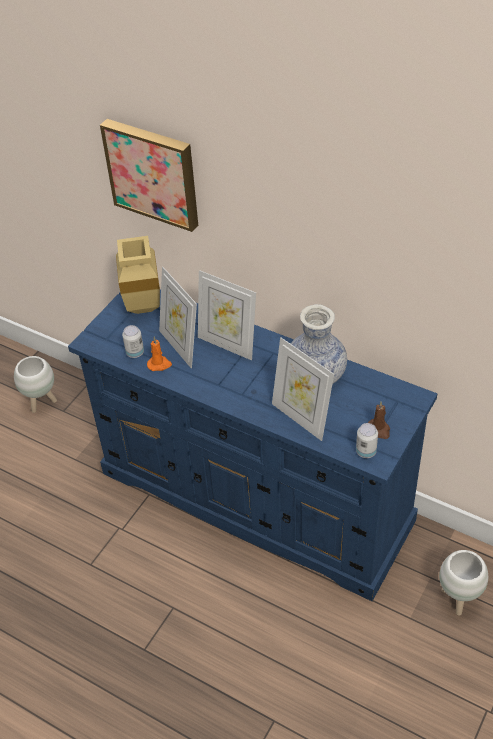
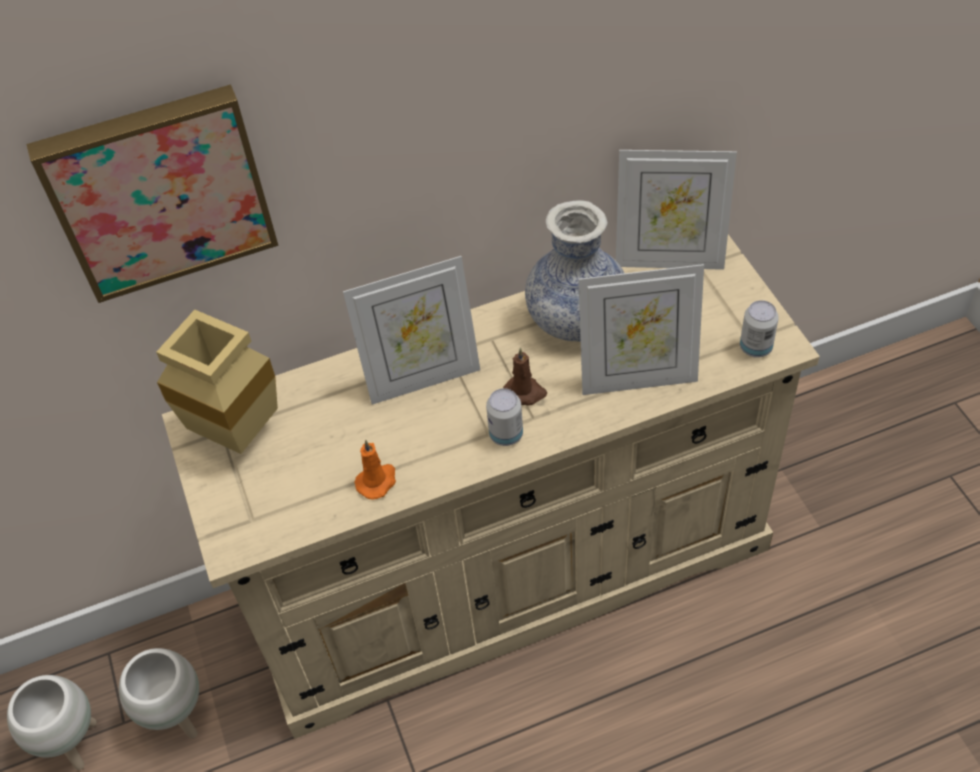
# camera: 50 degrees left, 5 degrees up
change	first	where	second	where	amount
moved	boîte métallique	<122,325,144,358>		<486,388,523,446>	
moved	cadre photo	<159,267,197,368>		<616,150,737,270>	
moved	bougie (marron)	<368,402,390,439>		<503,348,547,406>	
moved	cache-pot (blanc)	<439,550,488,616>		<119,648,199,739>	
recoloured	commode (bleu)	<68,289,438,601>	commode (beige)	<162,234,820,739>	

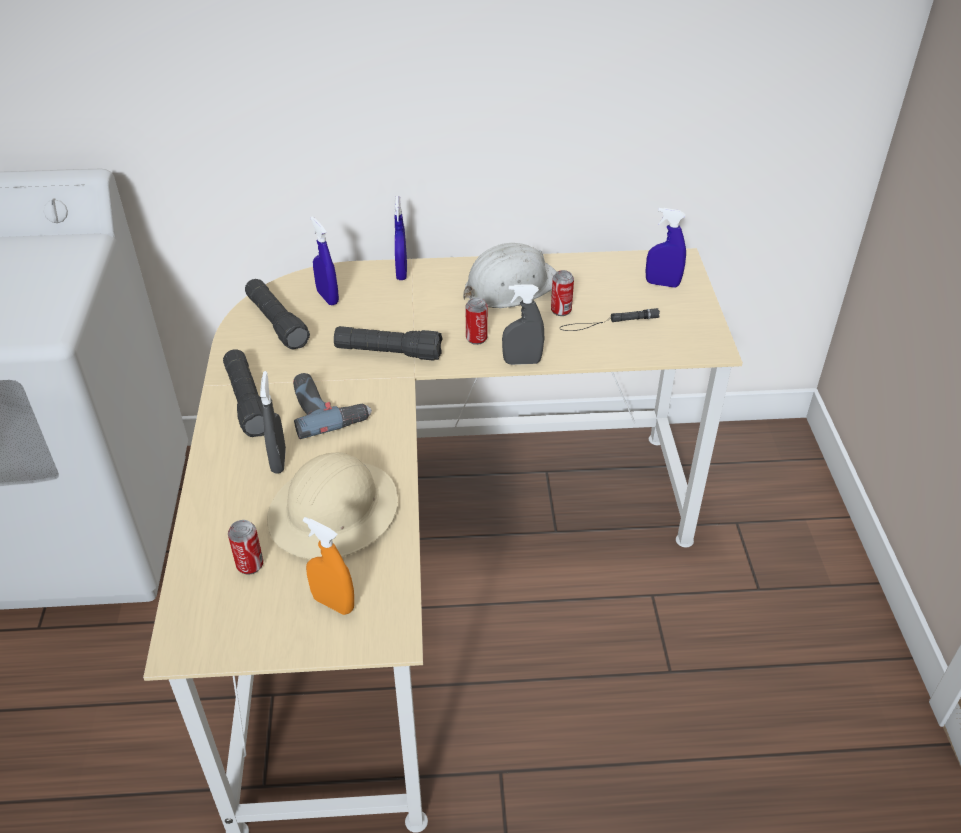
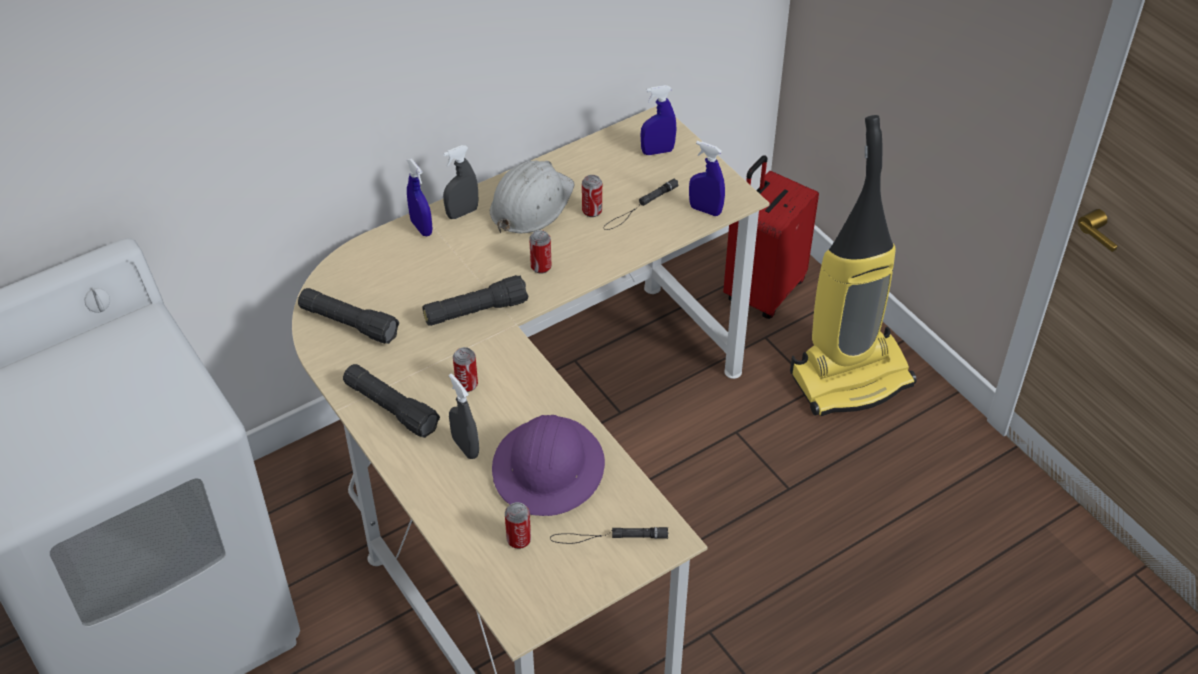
# camera: 30 degrees left, 5 degrees up
change	first	where	second	where	amount
added			valise (rouge)	<723,155,819,319>	
added			aspirateur	<790,115,917,416>	
moved	vaporisateur (bleu)	<311,216,339,305>		<689,141,725,216>	
moved	vaporisateur (gris)	<502,284,544,365>		<443,145,478,219>	
replaced	perceuse	<293,373,372,439>	boîte métallique	<453,347,478,392>	
replaced	vaporisateur (orange)	<303,517,354,615>	lampe de poche (noir)	<550,527,668,544>	
recoloured	casque de chantier (beige)	<267,452,398,559>	casque de chantier (violet)	<492,415,605,516>	

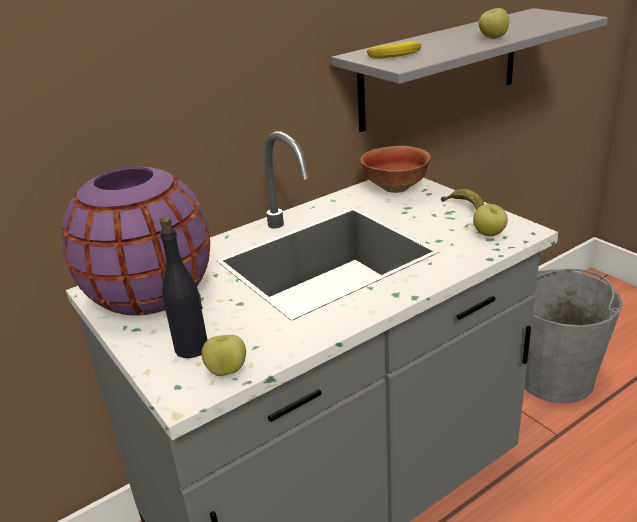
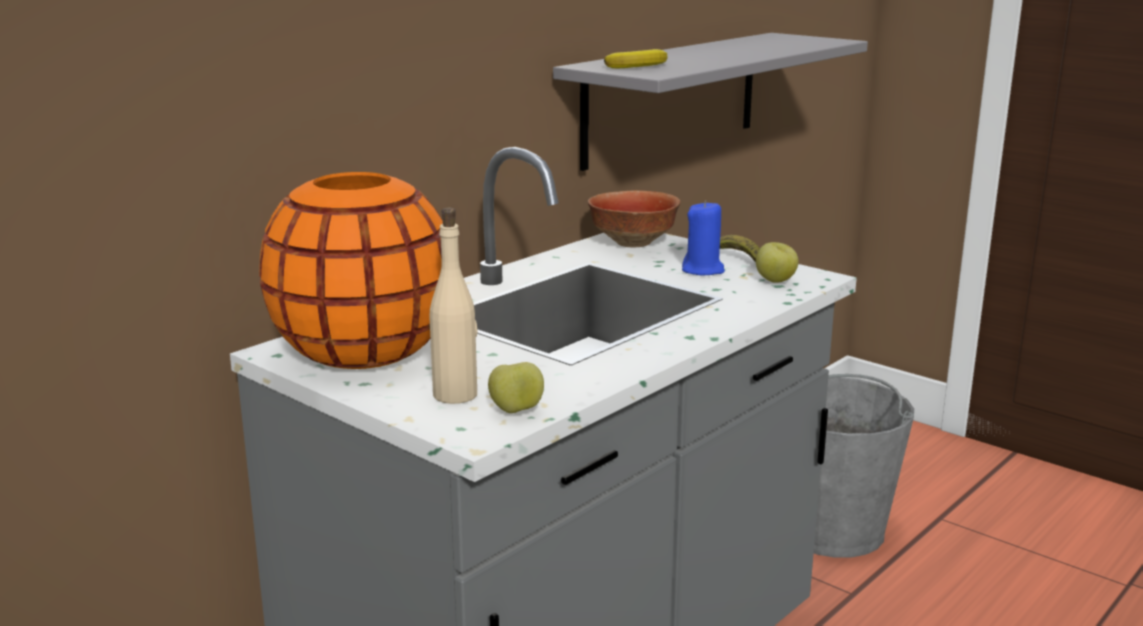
# camera: 15 degrees left, 10 degrees down
change	first	where	second	where	amount
removed	pomme	<479,8,509,39>			
added			bougie (bleu)	<682,200,725,275>	
recoloured	vase (violet)	<62,166,210,316>	vase (orange)	<259,172,443,369>	
recoloured	bouteille (noir)	<160,216,207,358>	bouteille (beige)	<429,208,477,404>	

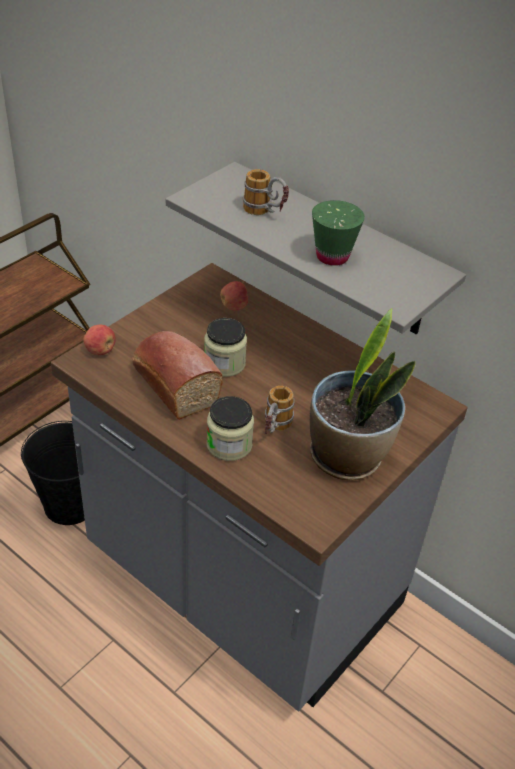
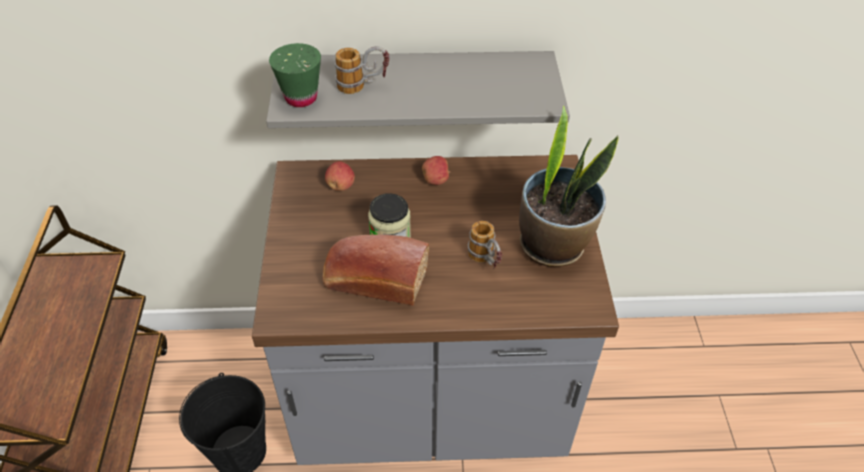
# camera: 40 degrees left, 5 degrees up
change	first	where	second	where	amount
removed	bocal	<207,396,254,461>			
moved	pomme	<83,325,116,355>		<422,156,450,185>	
moved	tasse (vert)	<312,200,365,266>		<269,43,321,107>	

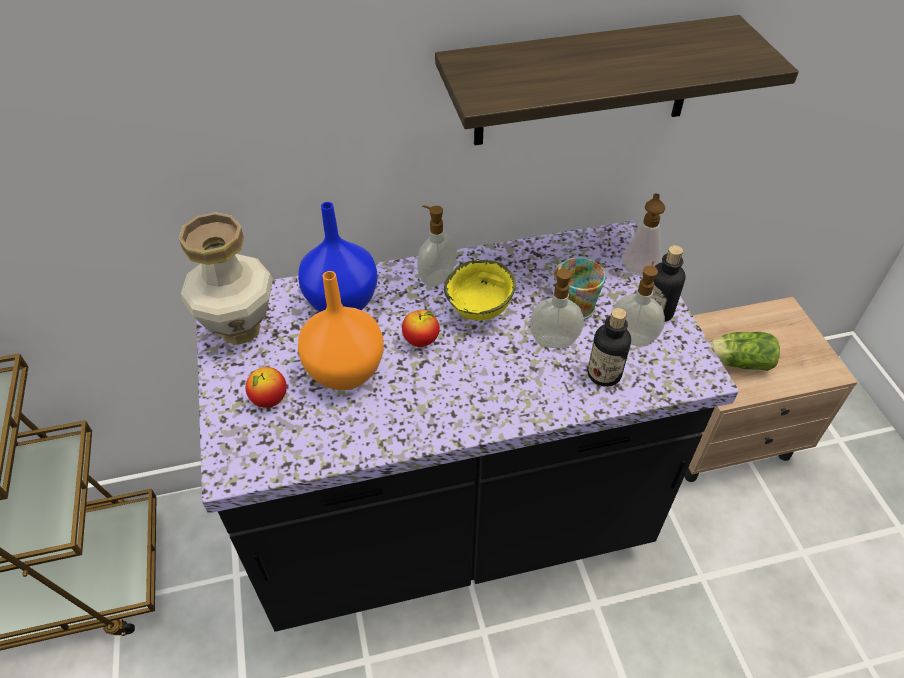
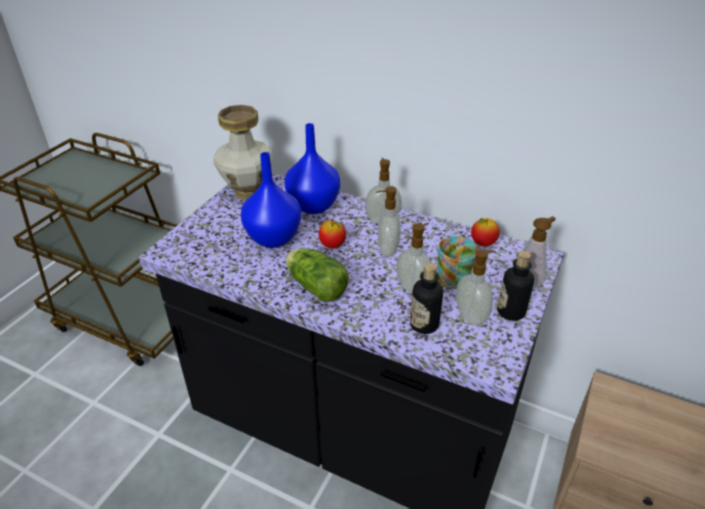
# camera: 40 degrees right, 10 degrees down
change	first	where	second	where	amount
removed	étagère	<435,15,799,145>			
moved	pomme	<246,367,287,408>		<471,218,500,247>	
moved	laitue	<709,332,780,371>		<286,249,349,302>	
replaced	bol (jaune)	<444,260,516,321>	distributeur de savon	<376,186,401,257>	
recoloured	vase (orange)	<298,271,384,390>	vase (bleu)	<241,152,301,248>	

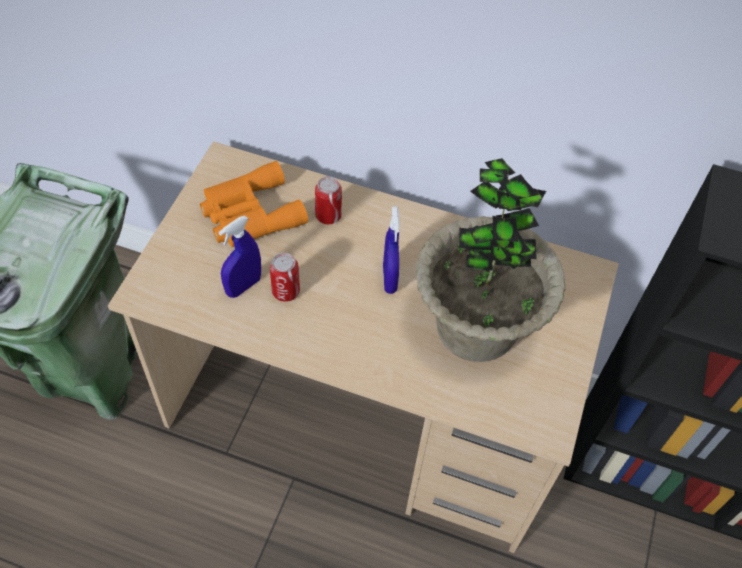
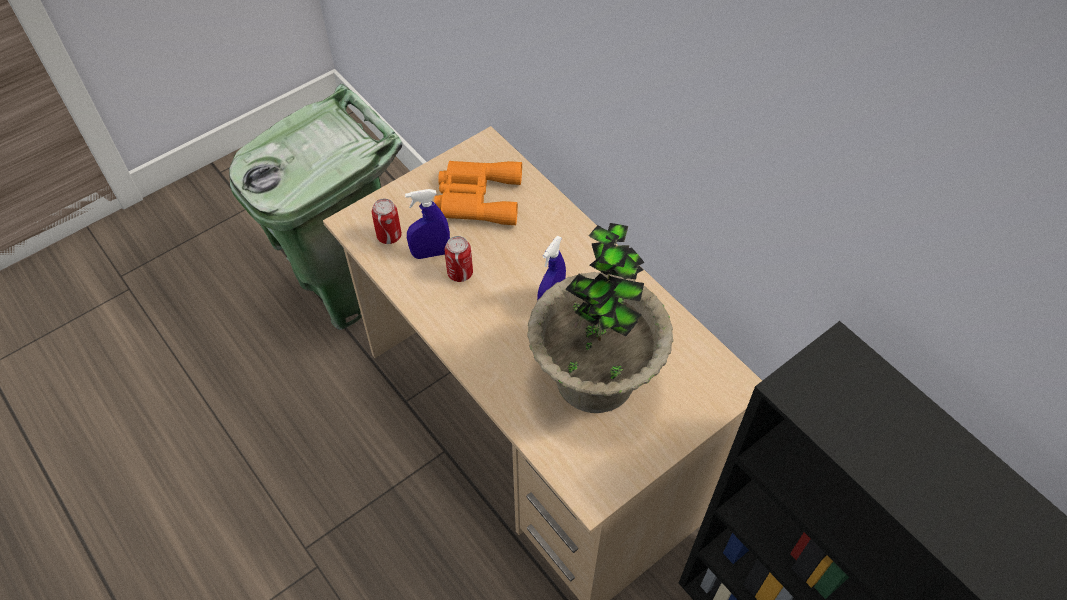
# camera: 35 degrees right, 0 degrees up
change	first	where	second	where	amount
moved	boîte métallique	<315,176,342,224>		<372,198,402,244>	

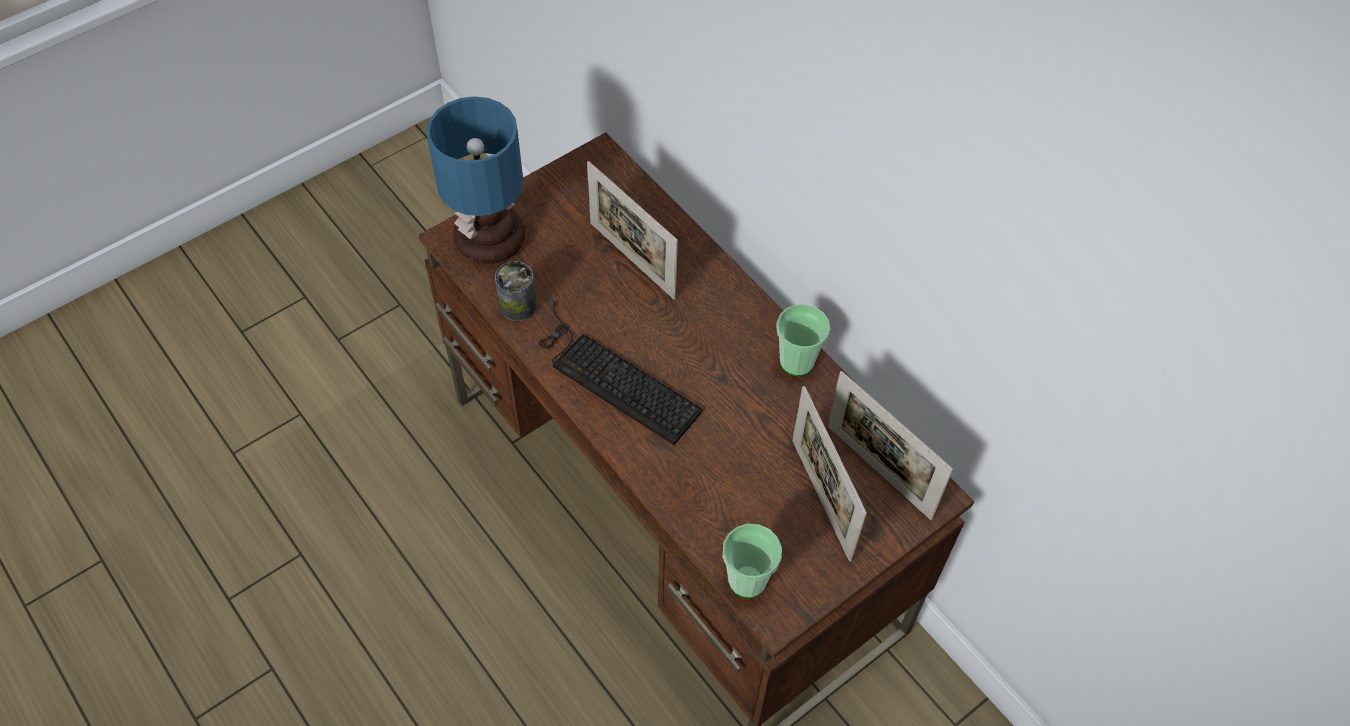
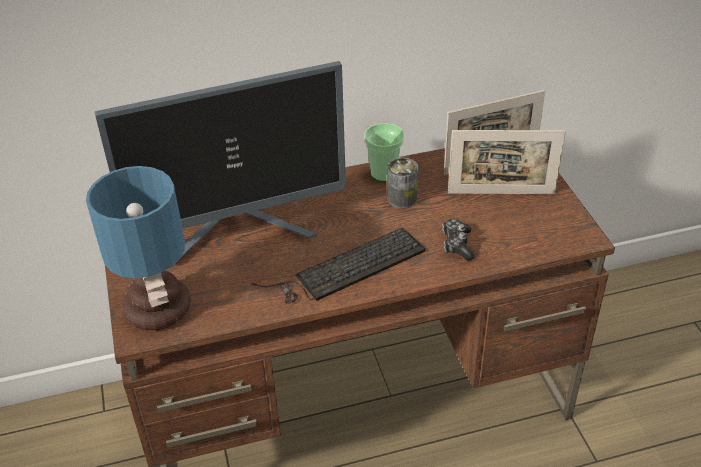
# camera: 65 degrees left, 15 degrees down
change	first	where	second	where	amount
removed	tasse	<723,524,782,598>			
added			manette	<442,219,475,260>	
moved	boîte métallique	<495,261,537,322>		<387,158,418,208>	
replaced	cadre photo	<587,161,678,300>	écran d'ordinateur	<94,61,346,262>	

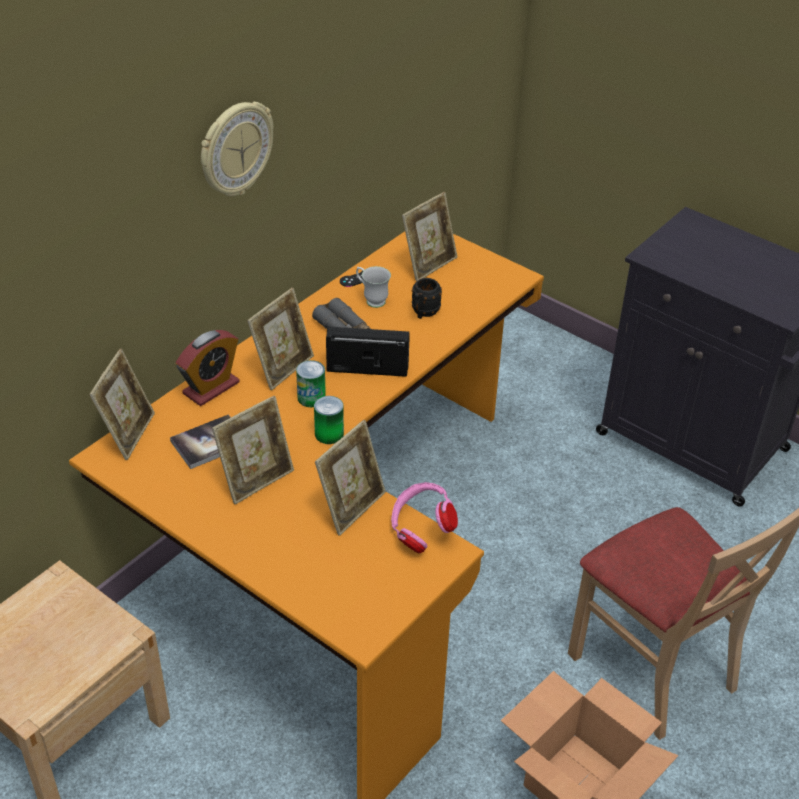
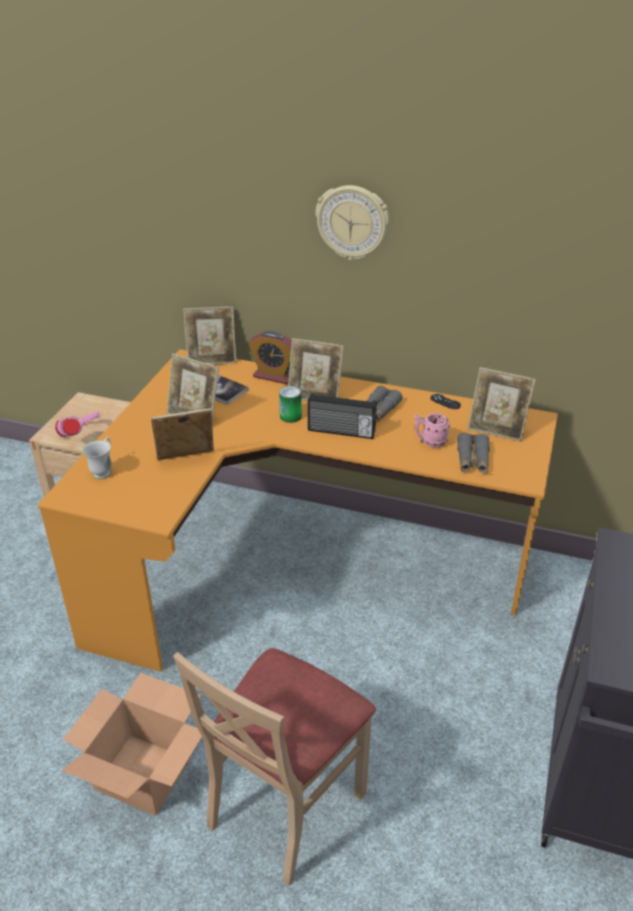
# camera: 70 degrees right, 5 degrees down
change	first	where	second	where	amount
removed	boîte métallique	<314,396,344,444>			
added			jumelles (gris)	<457,433,490,474>	
moved	mug (blanc)	<356,266,391,308>		<83,437,112,479>	
moved	casque audio (rose)	<391,482,458,553>		<55,411,101,437>	
recoloured	mug (noir)	<412,278,442,319>	mug (rose)	<414,413,450,448>	
turned	cadre photo	<315,420,386,536>		<151,408,214,460>	150 degrees clockwise
turned	radio	<326,327,410,377>		<308,393,377,439>	120 degrees clockwise

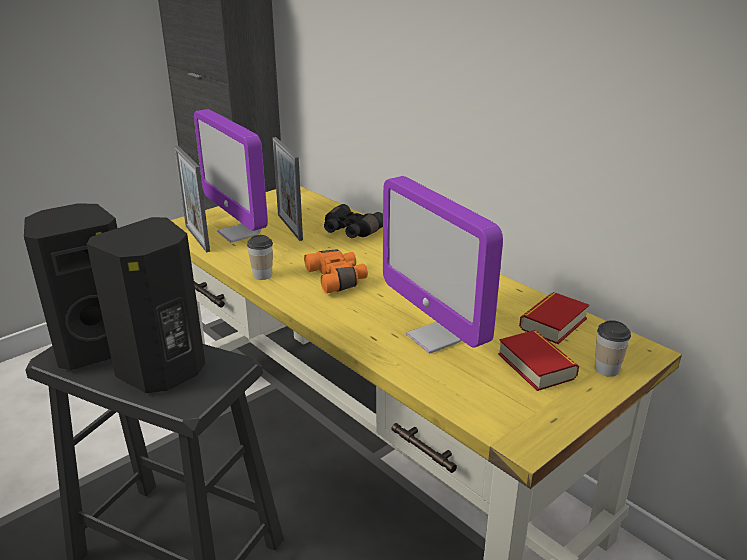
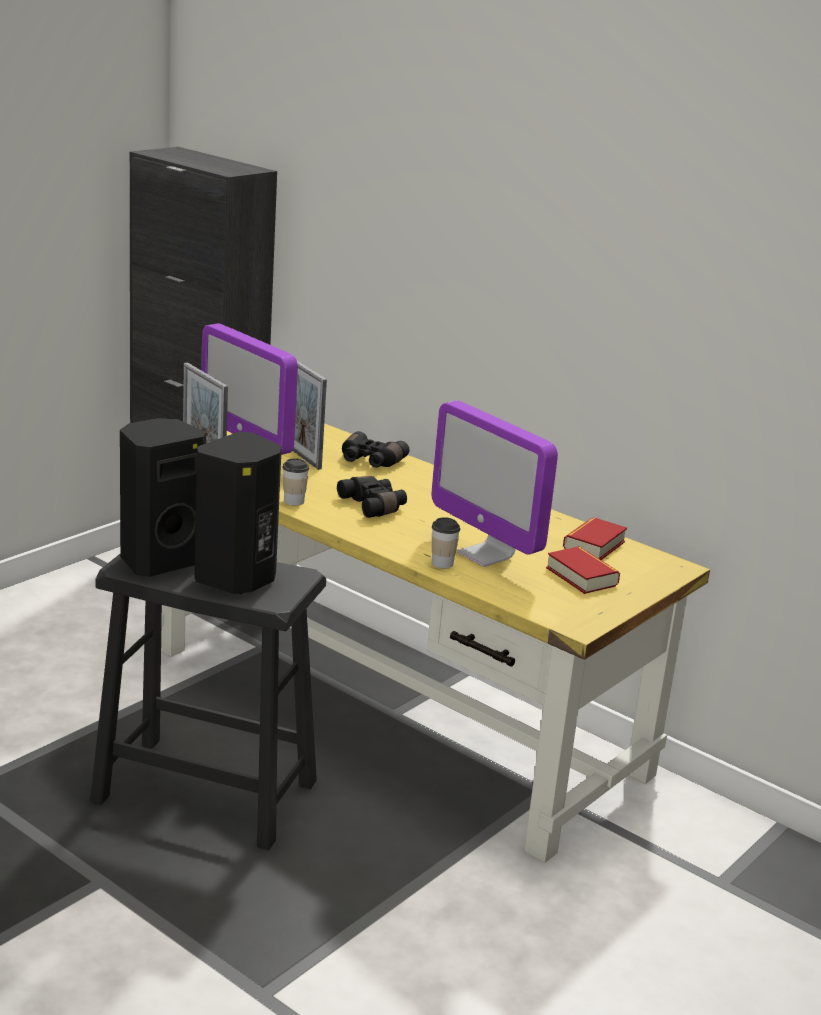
# camera: 10 degrees left, 5 degrees down
change	first	where	second	where	amount
moved	tasse	<595,320,631,377>		<432,517,460,568>	
recoloured	jumelles (orange)	<304,249,368,294>	jumelles (noir)	<337,476,407,518>	

